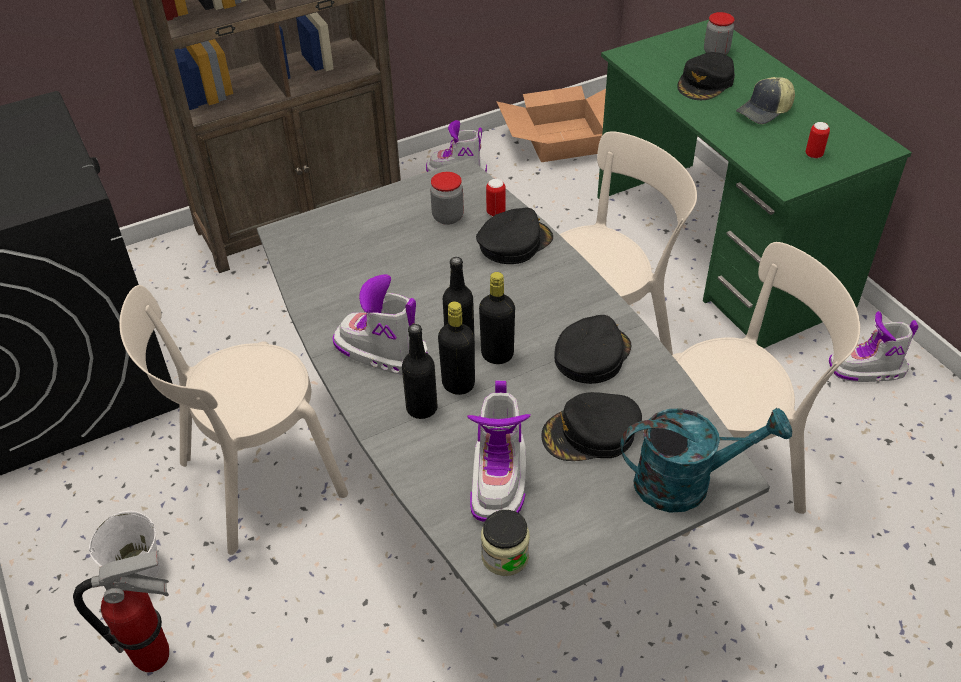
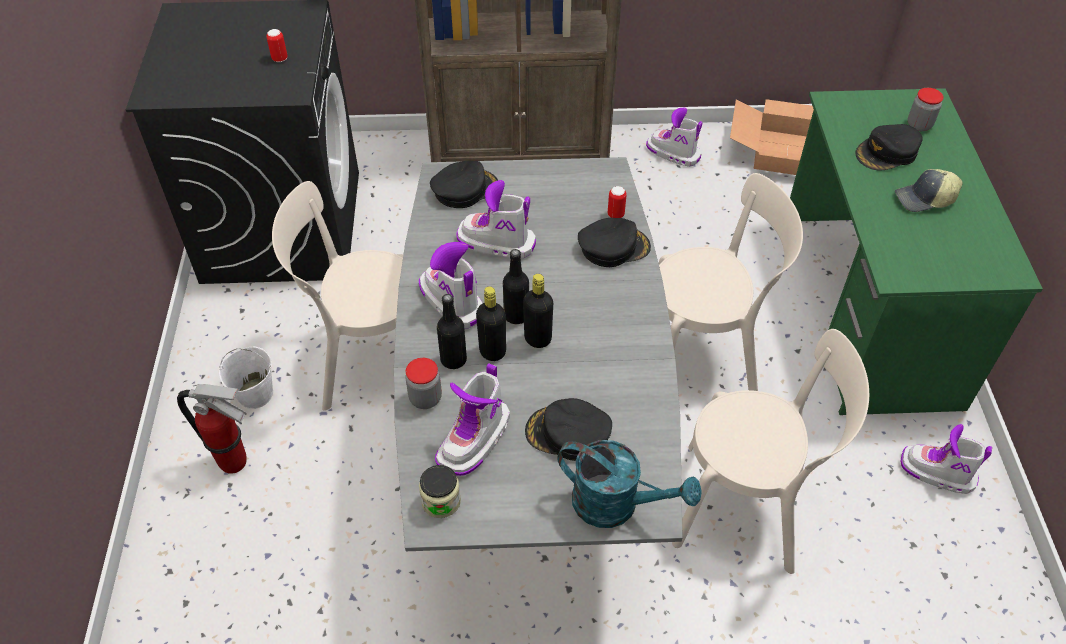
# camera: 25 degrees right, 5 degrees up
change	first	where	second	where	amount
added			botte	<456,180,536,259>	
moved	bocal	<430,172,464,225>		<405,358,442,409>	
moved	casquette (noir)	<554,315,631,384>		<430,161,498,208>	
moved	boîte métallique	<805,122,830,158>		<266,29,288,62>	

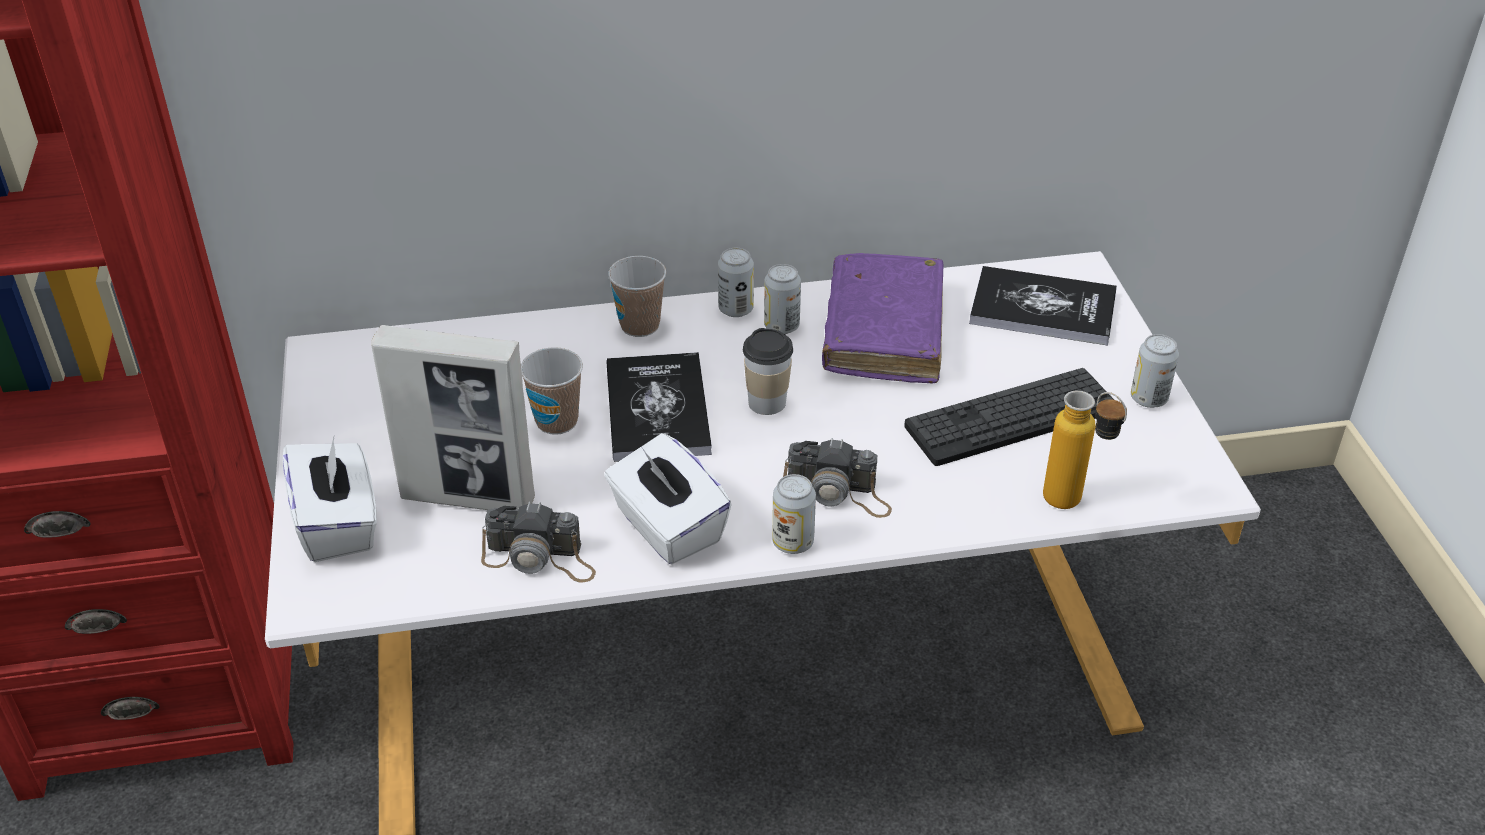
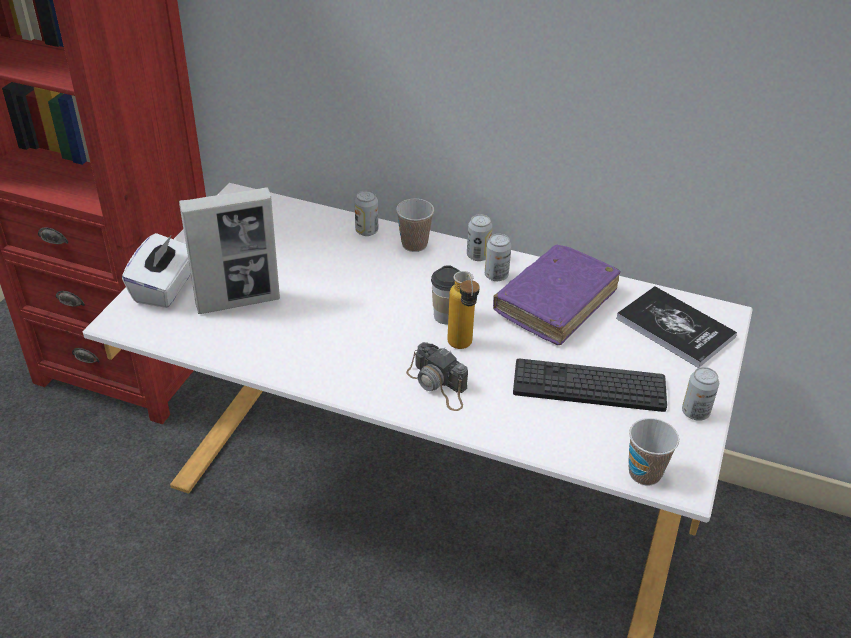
# camera: 30 degrees right, 0 degrees up
change	first	where	second	where	amount
removed	appareil photo	<481,502,596,583>			
removed	boîte à mouchoirs (blanc)	<604,433,732,564>			
removed	livre	<606,352,712,462>			
moved	tasse	<521,347,583,435>		<629,418,679,485>	
moved	boîte métallique	<772,474,816,554>		<355,190,378,236>	
moved	bouteille	<1043,390,1127,509>		<447,271,480,349>	
turned	cadre photo	<371,325,535,510>		<179,187,280,314>	60 degrees counterclockwise

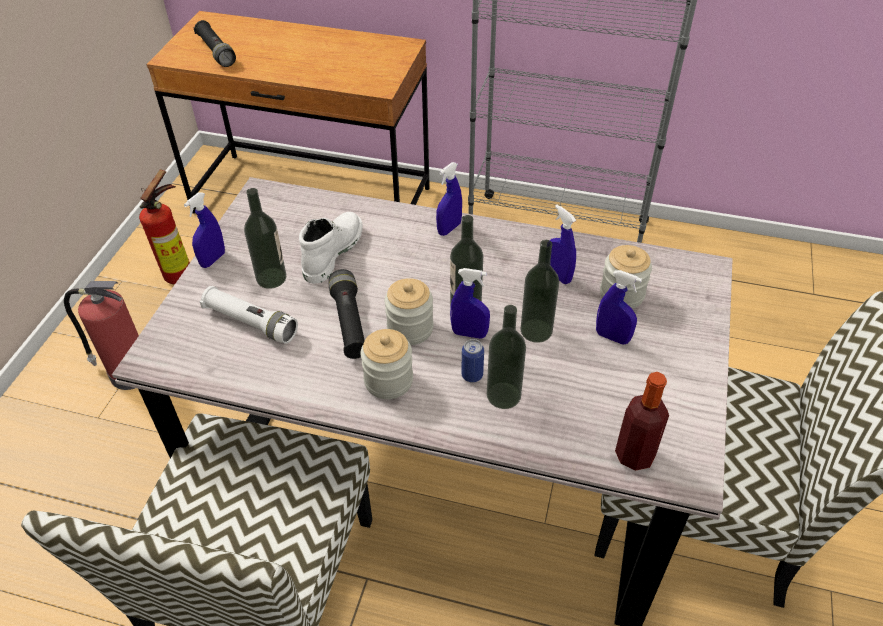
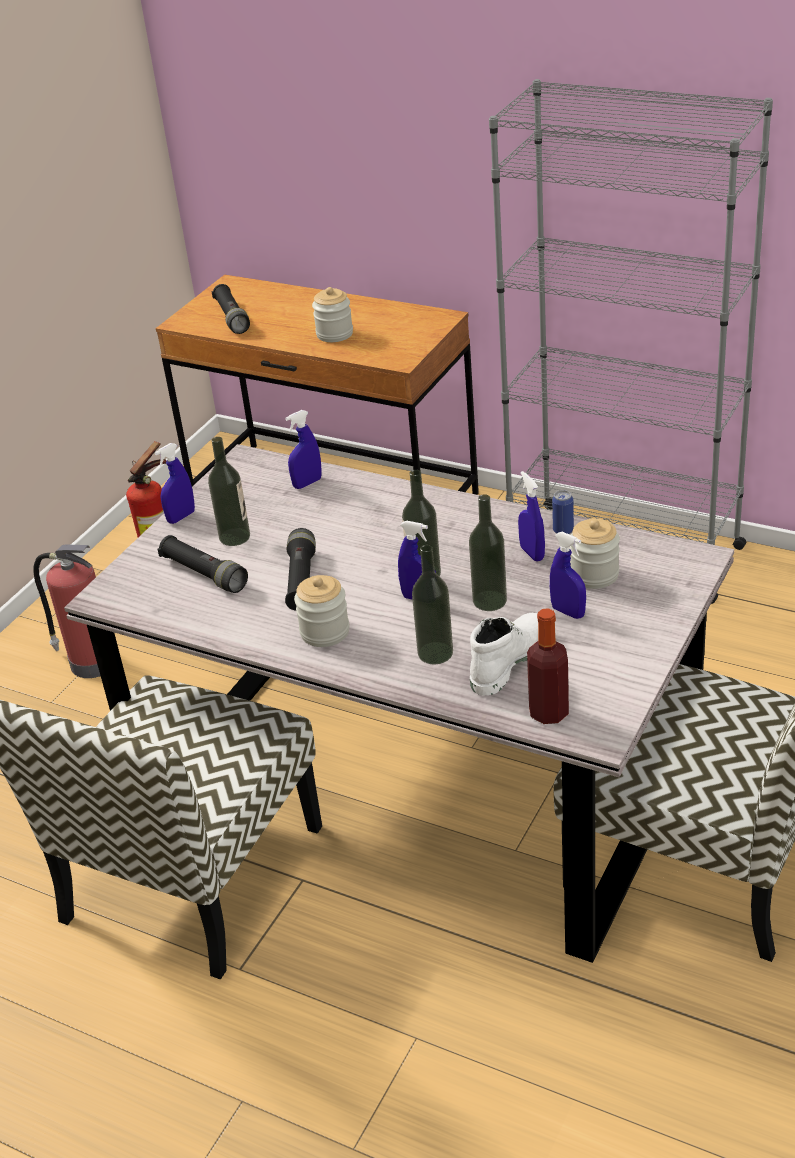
# camera: 15 degrees right, 10 degrees down
change	first	where	second	where	amount
moved	botte (blanc)	<299,212,363,284>		<470,613,538,696>	
moved	bocal	<385,278,434,345>		<312,287,353,342>	
moved	vaporisateur (bleu)	<436,162,462,236>		<285,410,321,489>	
moved	boîte métallique	<461,339,484,383>		<552,490,574,534>	
recoloured	lampe de poche (blanc)	<200,286,298,344>	lampe de poche (noir)	<158,535,248,593>	

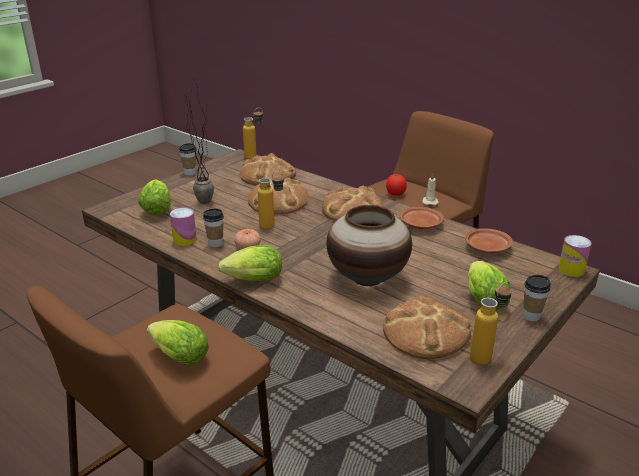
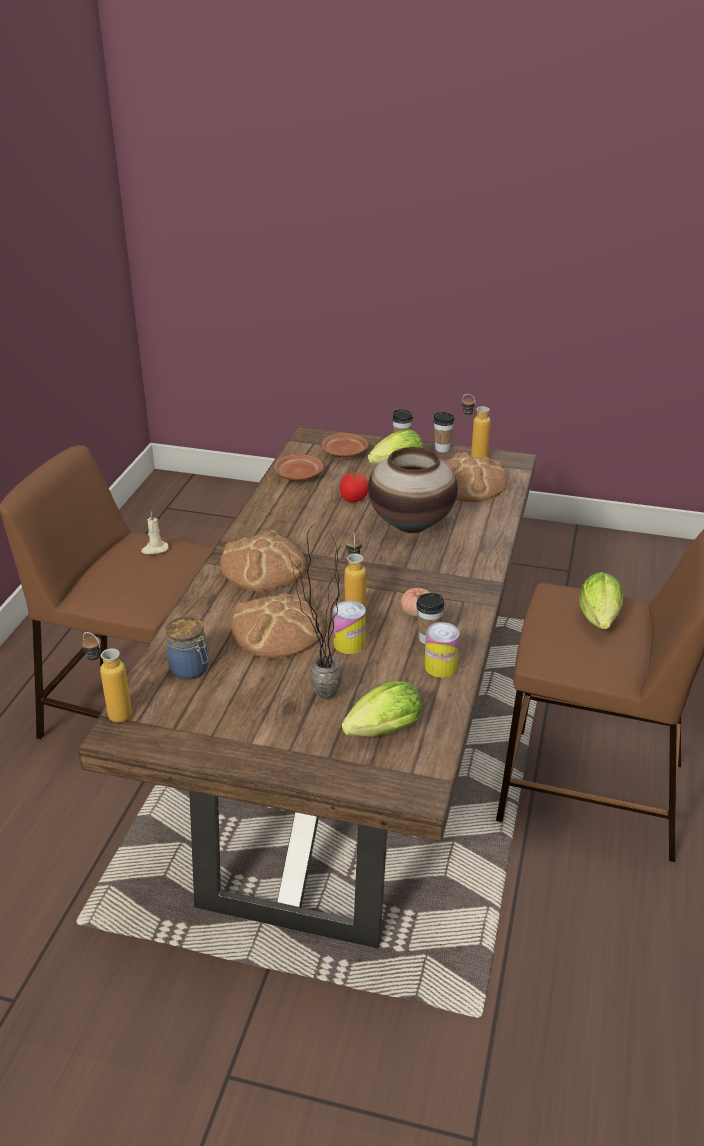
# camera: 115 degrees left, 5 degrees up
change	first	where	second	where	amount
removed	laitue	<218,245,282,281>			
moved	tasse	<179,143,196,175>		<433,412,455,452>	
moved	tomate	<386,174,407,196>		<340,473,368,502>	
moved	assiette (marron)	<399,207,444,229>		<321,433,369,457>	
moved	boîte métallique	<558,235,592,277>		<333,601,366,654>	
replaced	pain	<240,153,296,185>	bocal	<166,617,208,680>	

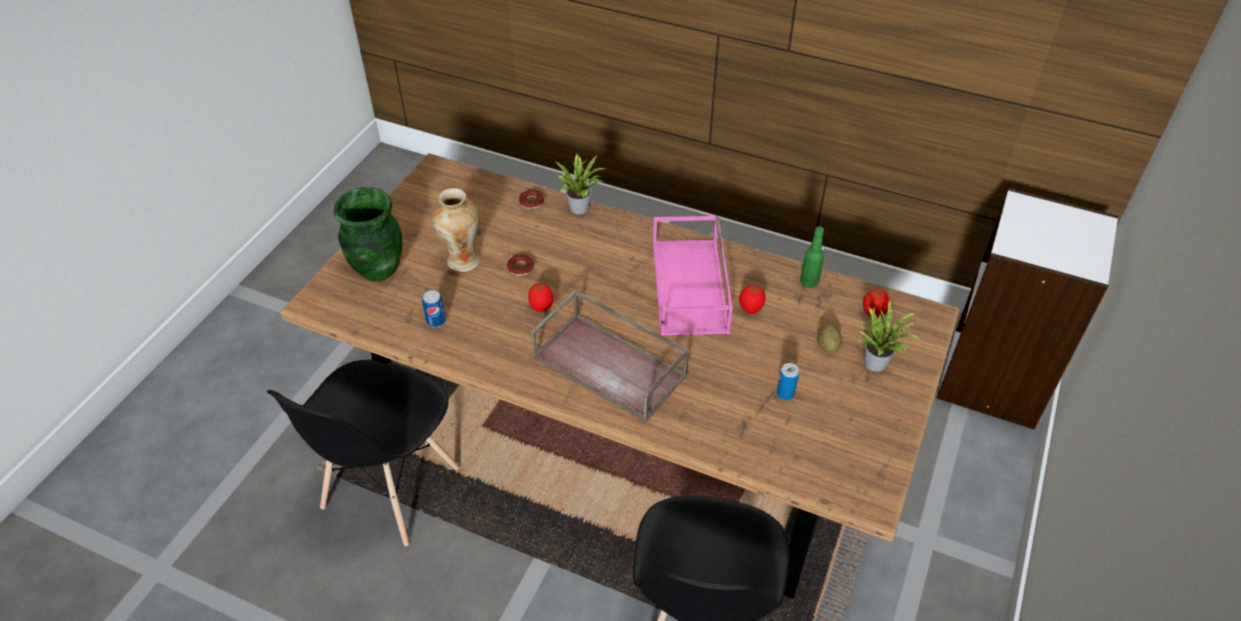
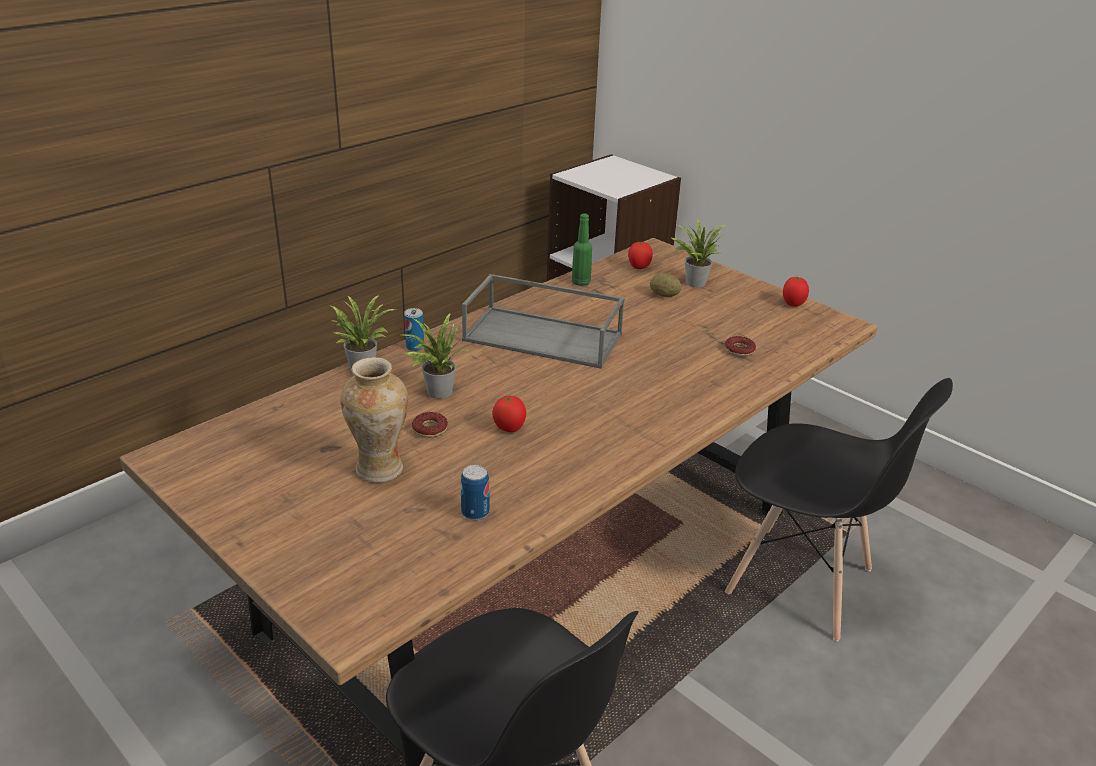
# camera: 70 degrees left, 15 degrees down
change	first	where	second	where	amount
removed	vase (vert)	<333,187,402,281>			
removed	plateau (marron)	<531,289,690,423>			
added			plante en pot	<403,312,468,399>	
moved	beignet	<519,190,544,209>		<725,336,756,357>	
moved	tomate	<739,285,766,314>		<783,277,809,307>	
moved	boîte métallique	<777,363,799,400>		<404,308,424,351>	
recoloured	plateau (rose)	<653,215,733,336>	plateau (gris)	<462,274,625,369>	

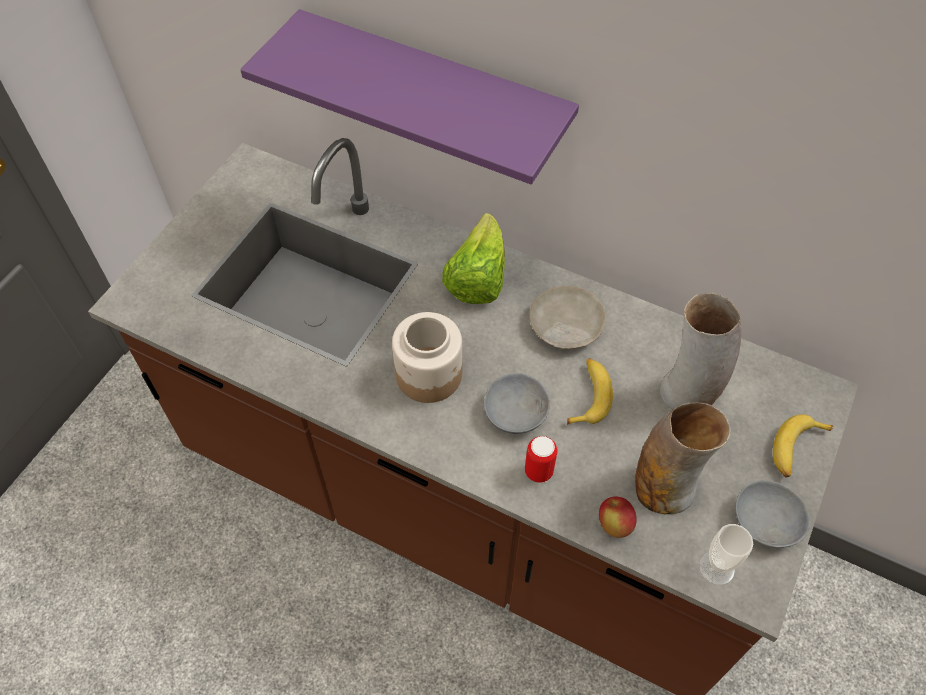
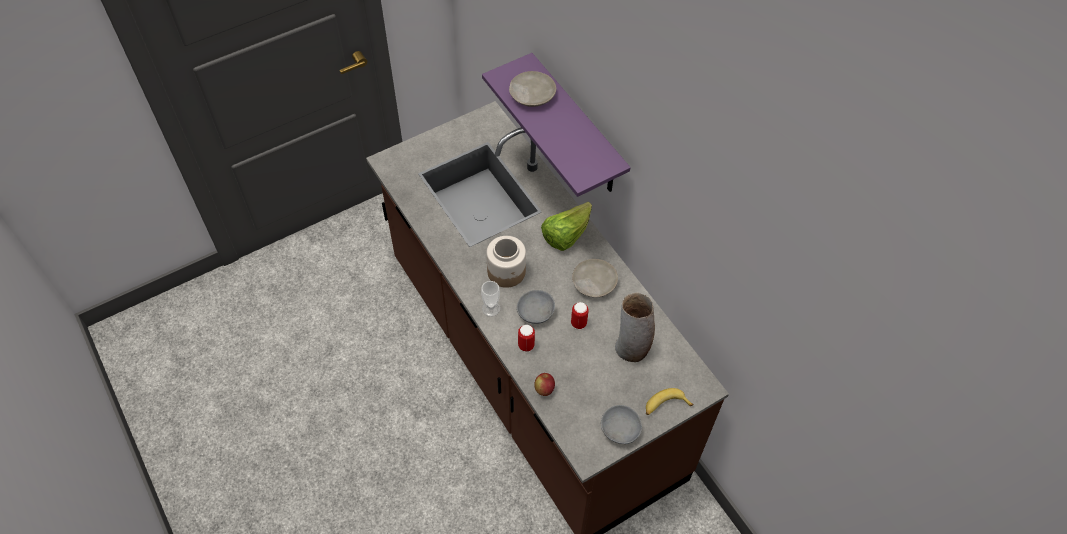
# camera: 30 degrees right, 0 degrees up
change	first	where	second	where	amount
removed	vase	<635,402,731,514>			
added			assiette (beige)	<509,71,556,107>	
moved	tasse	<699,524,753,585>		<481,281,501,317>	
replaced	banane	<567,358,613,425>	boîte métallique	<571,302,589,329>	

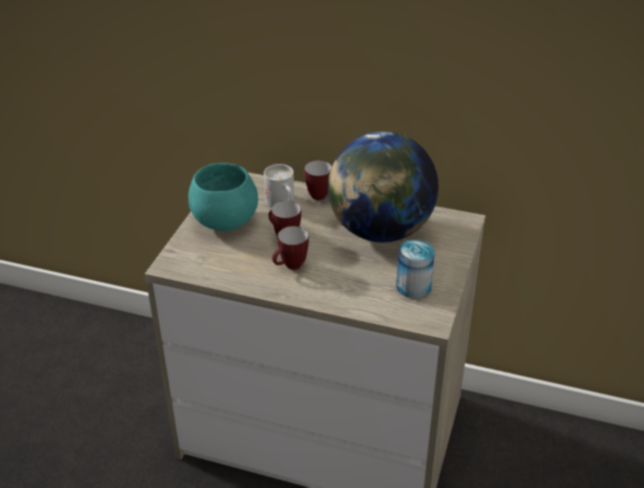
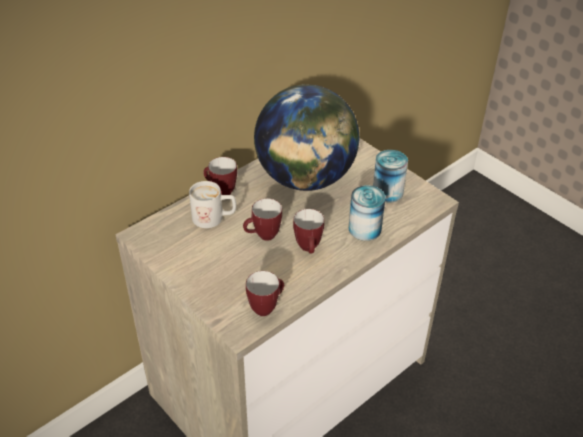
# camera: 60 degrees left, 5 degrees up
change	first	where	second	where	amount
removed	bol (turquoise)	<188,163,258,231>			
added			mug	<246,271,284,316>	
added			boîte métallique	<349,185,385,241>	

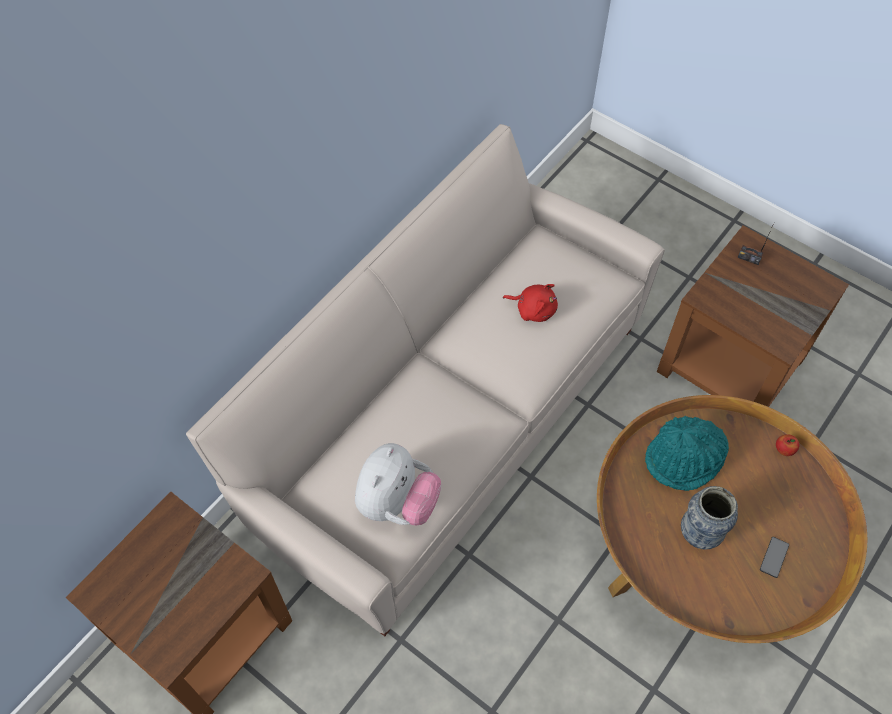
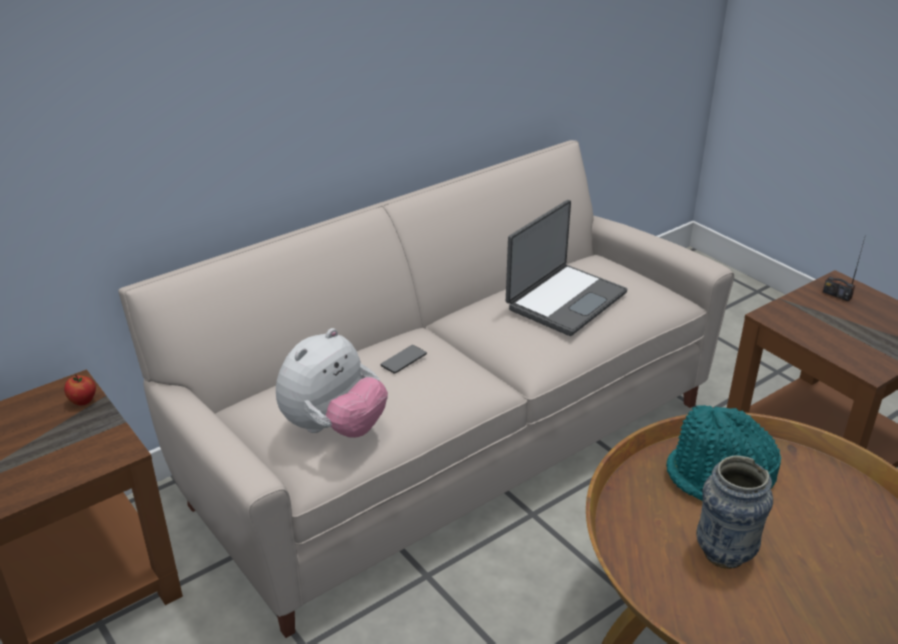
# camera: 15 degrees right, 25 degrees down
change	first	where	second	where	amount
moved	téléphone	<760,537,789,578>		<380,345,427,374>	
moved	pomme	<776,434,799,456>		<64,374,96,405>	
replaced	peluche (rouge)	<503,284,558,322>	ordinateur portable	<506,200,627,336>	

